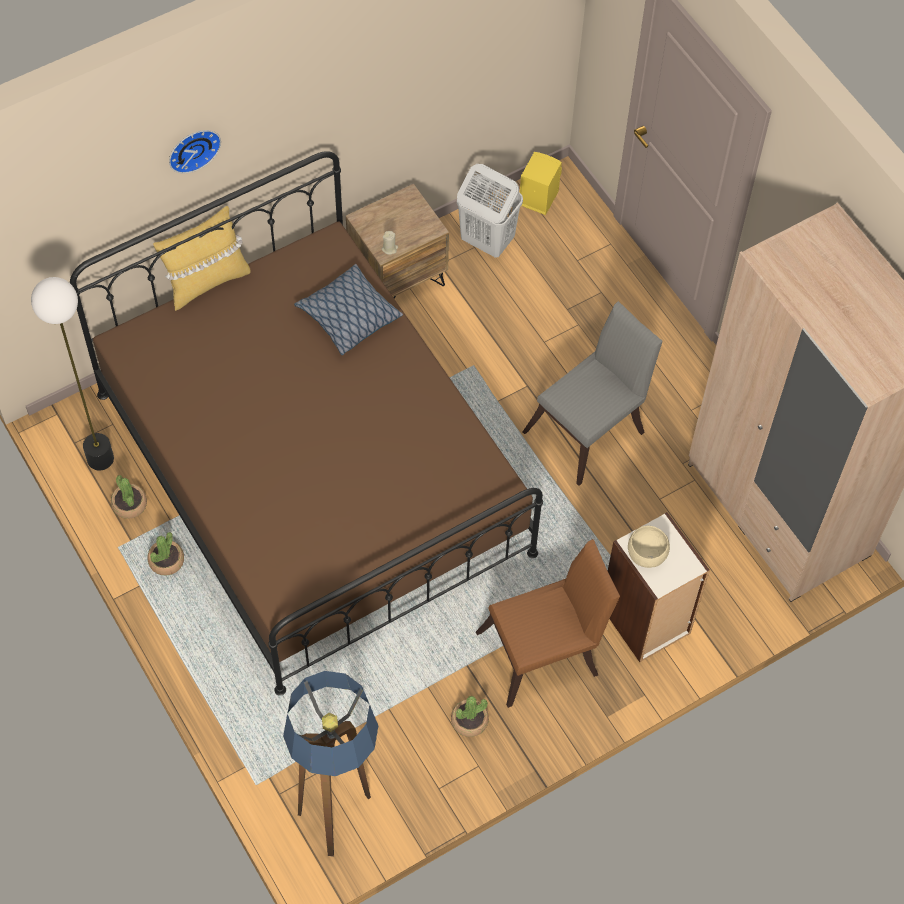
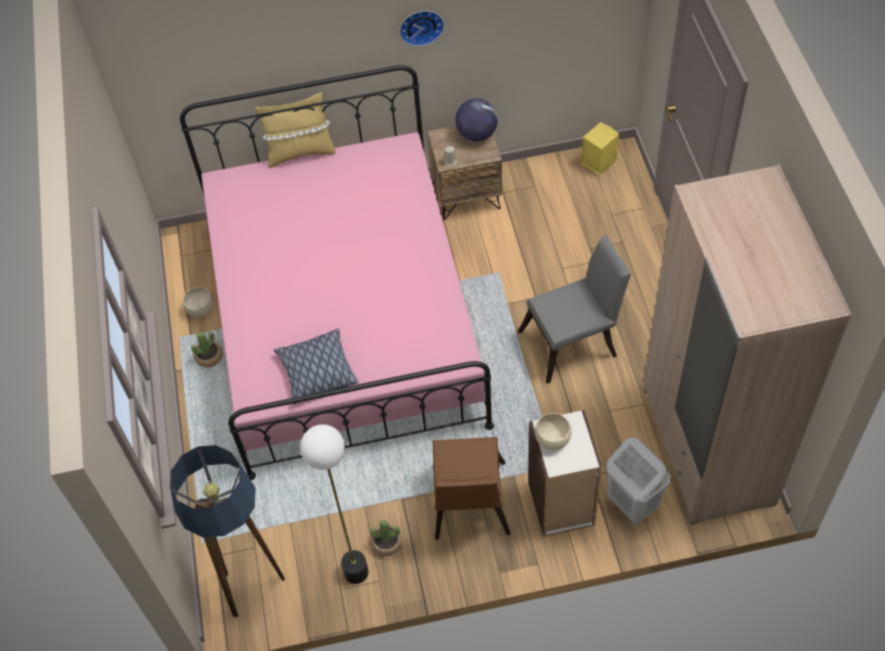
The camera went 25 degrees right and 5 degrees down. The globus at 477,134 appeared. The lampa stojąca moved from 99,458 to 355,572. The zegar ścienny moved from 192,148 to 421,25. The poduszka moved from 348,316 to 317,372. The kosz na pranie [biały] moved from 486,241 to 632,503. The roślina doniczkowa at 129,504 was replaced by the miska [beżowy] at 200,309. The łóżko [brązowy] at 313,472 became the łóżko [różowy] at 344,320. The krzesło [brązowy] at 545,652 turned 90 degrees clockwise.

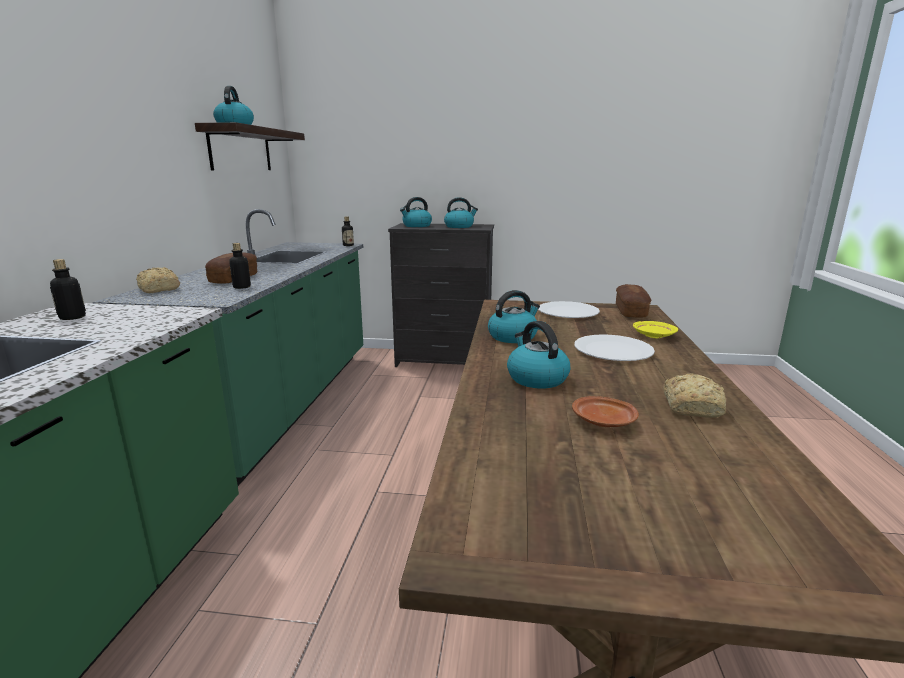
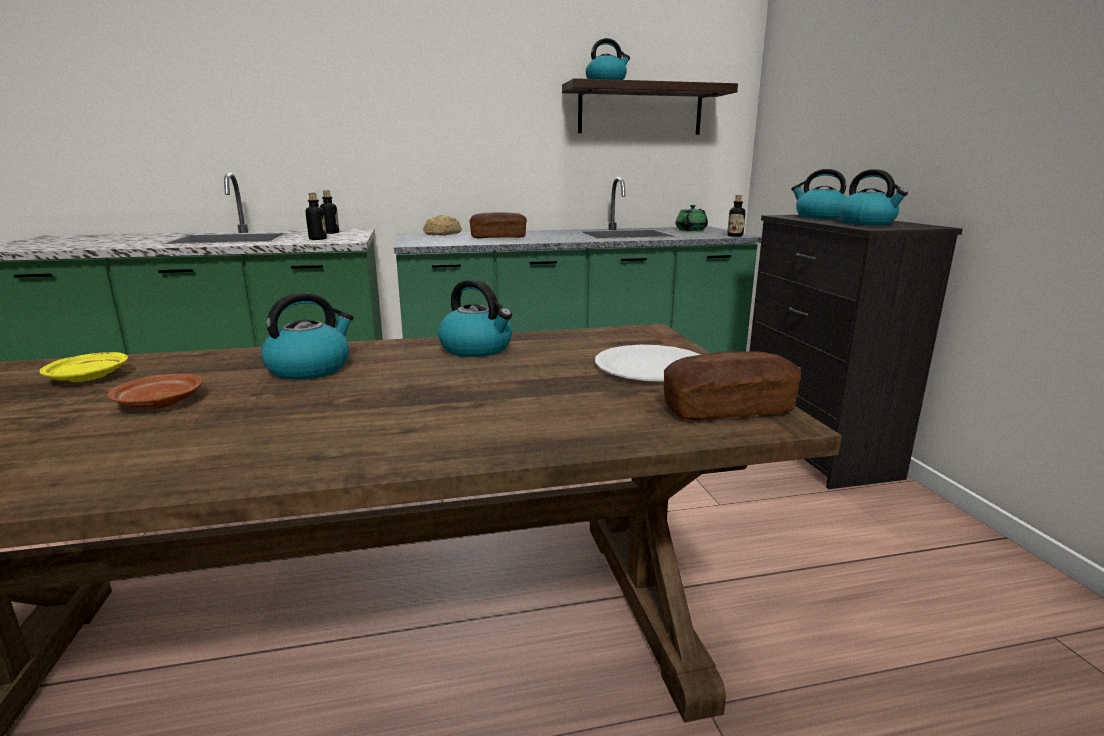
The camera went 70 degrees right and 0 degrees up. The talerz [biały] at 613,350 disappeared. The chleb at 692,407 disappeared. The imbryk [zielony] at 691,230 appeared. The butelka moved from 242,287 to 318,239. The talerz [żółty] moved from 653,335 to 88,377.

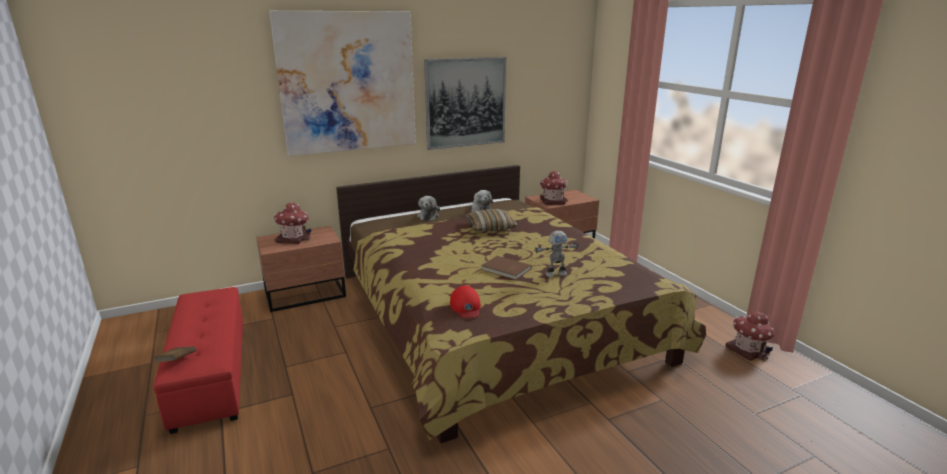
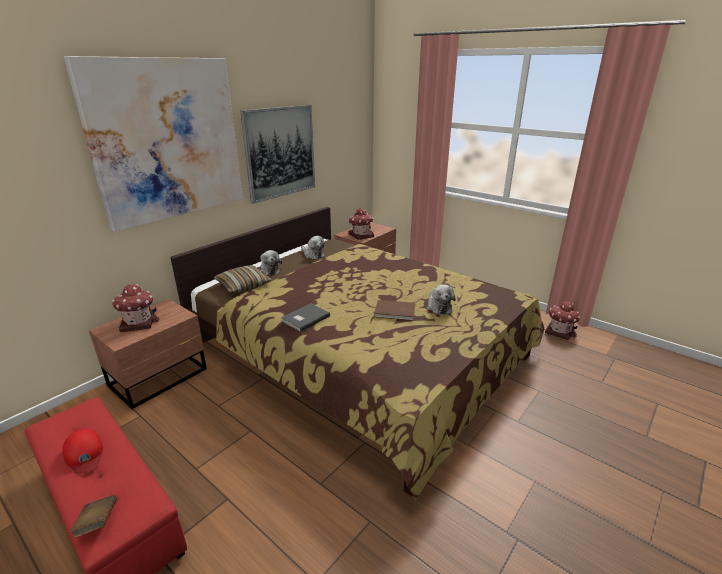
The camera went 25 degrees left and 5 degrees up. The książka [szary] at 304,318 appeared. The czapka z daszkiem [czerwony] moved from 466,306 to 84,454. The poduszka moved from 490,227 to 243,285. The robot zabawkowy at 555,274 was replaced by the pluszak at 438,306.

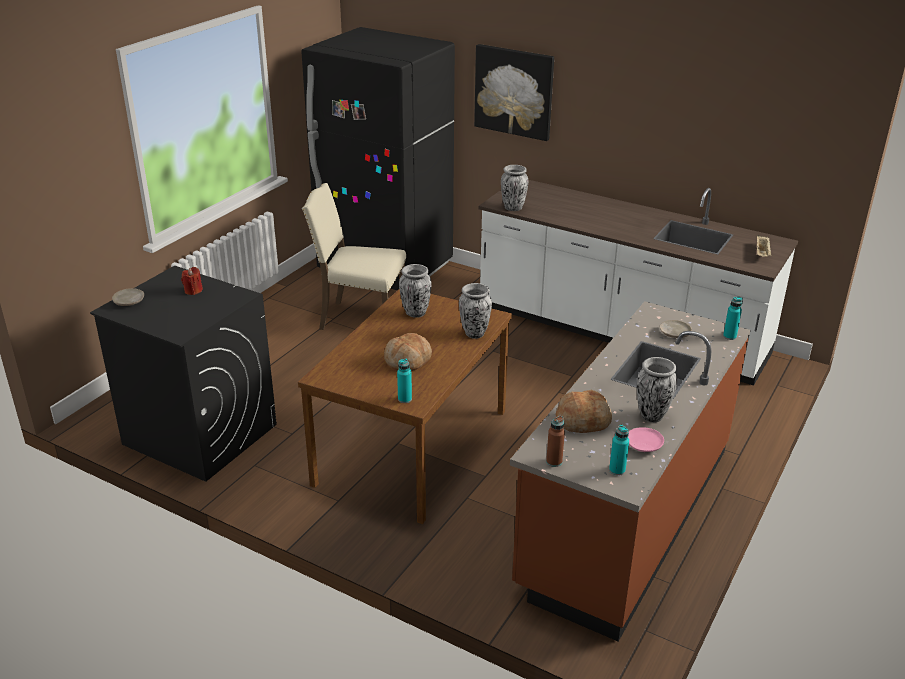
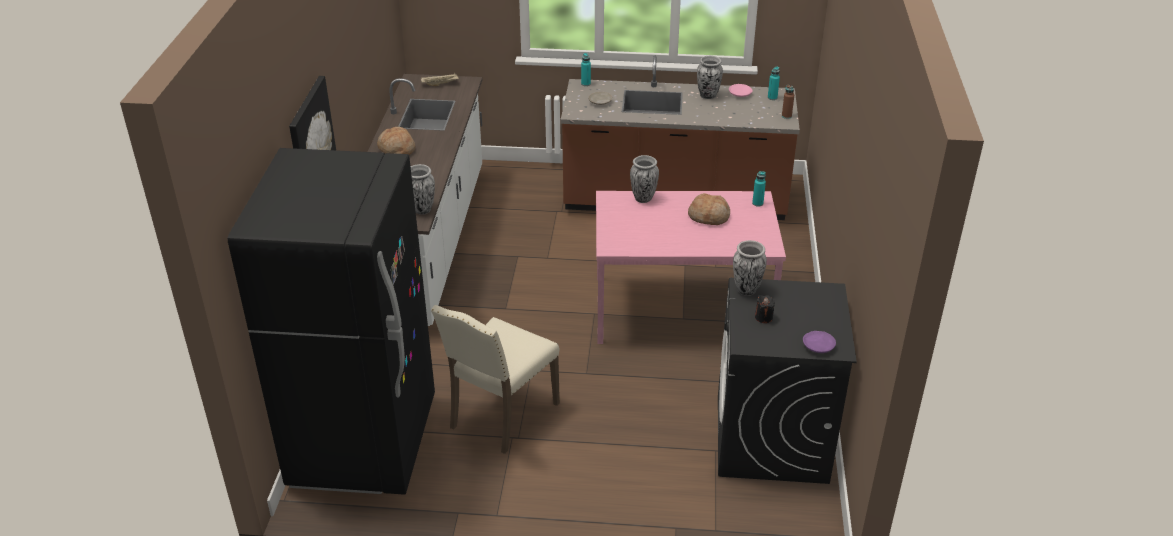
The camera went 115 degrees left and 5 degrees up. The wazon moved from 415,313 to 746,289. The chleb moved from 583,420 to 396,149. The talerz [beżowy] at 129,302 became the talerz [fioletowy] at 818,346. The świeca [czerwony] at 193,291 became the świeca [czarny] at 763,317. The stół jadalny [brązowy] at 412,446 became the stół jadalny [różowy] at 680,310. The krzesło [beżowy] at 360,319 turned 45 degrees clockwise.

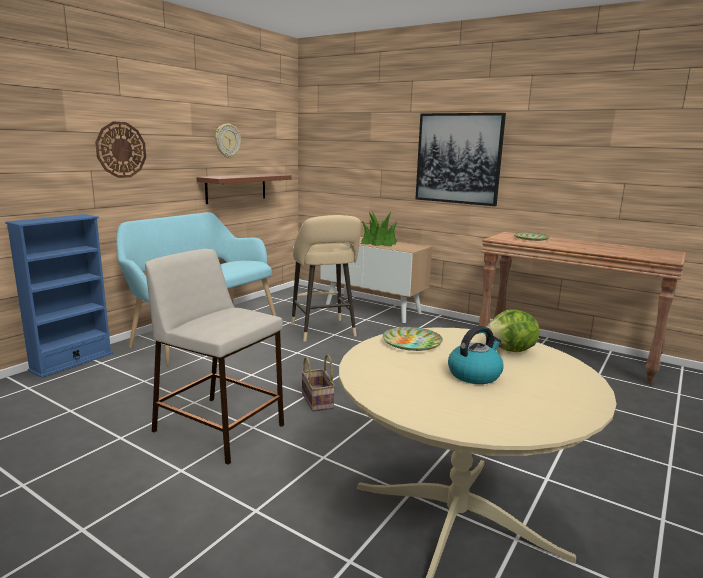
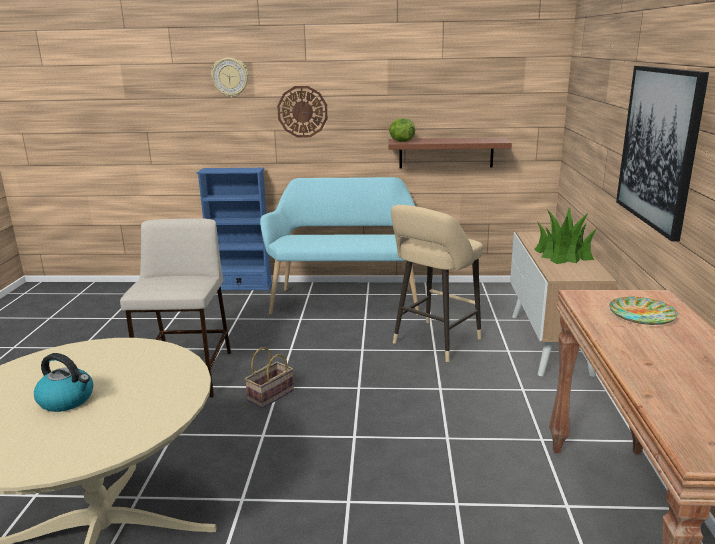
The camera went 60 degrees right and 5 degrees up. The talerz at 412,343 disappeared. The zegar ścienny moved from 227,141 to 230,77. The sałata moved from 511,350 to 401,141.

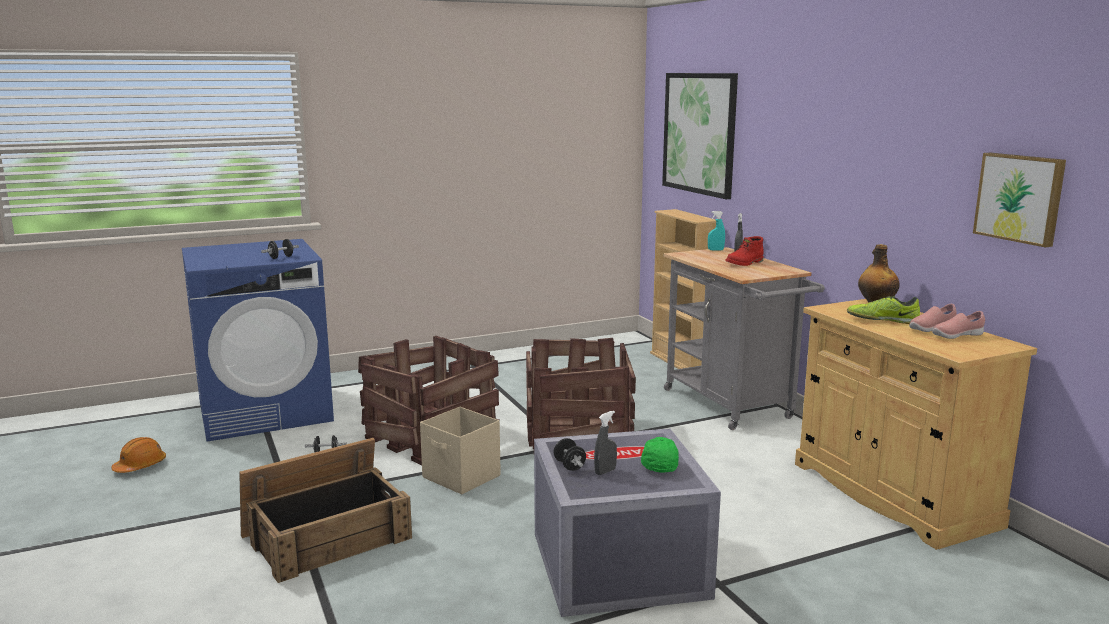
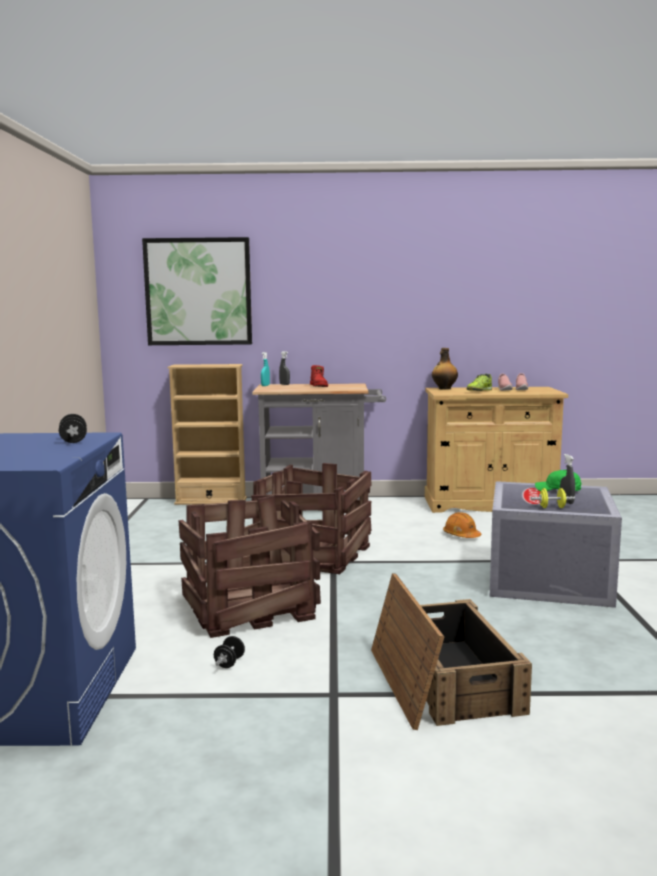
The camera went 65 degrees left and 5 degrees down. The pojemnik do przechowywania [beżowy] at 461,477 disappeared. The obraz at 1020,198 disappeared. The kask [pomarańczowy] moved from 140,466 to 461,535. The hantel [czarny] at 569,466 became the hantel [żółty] at 552,507.

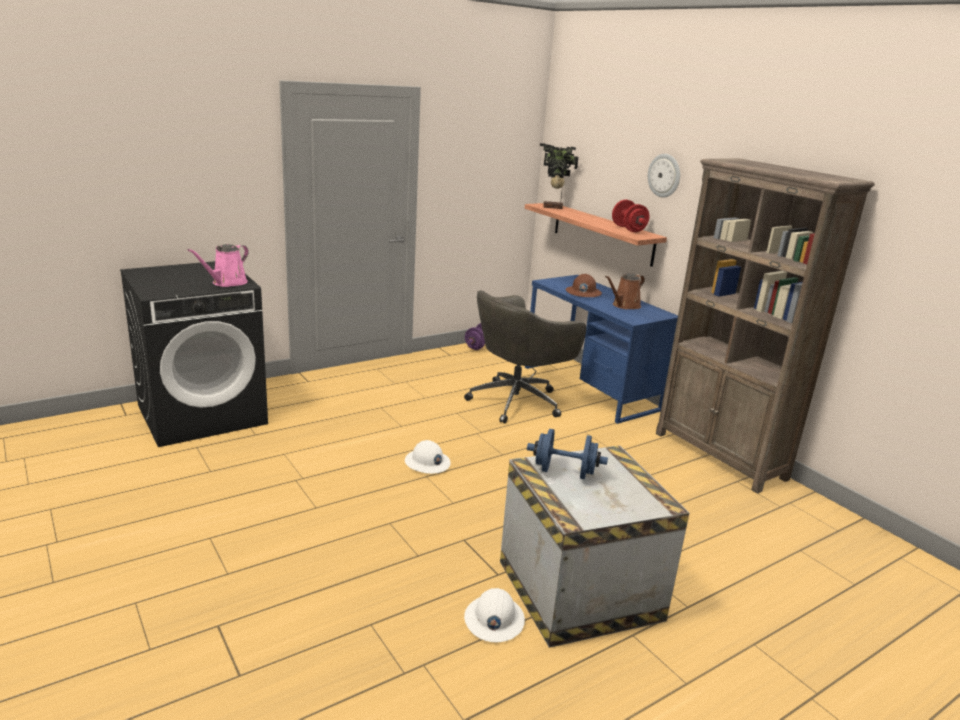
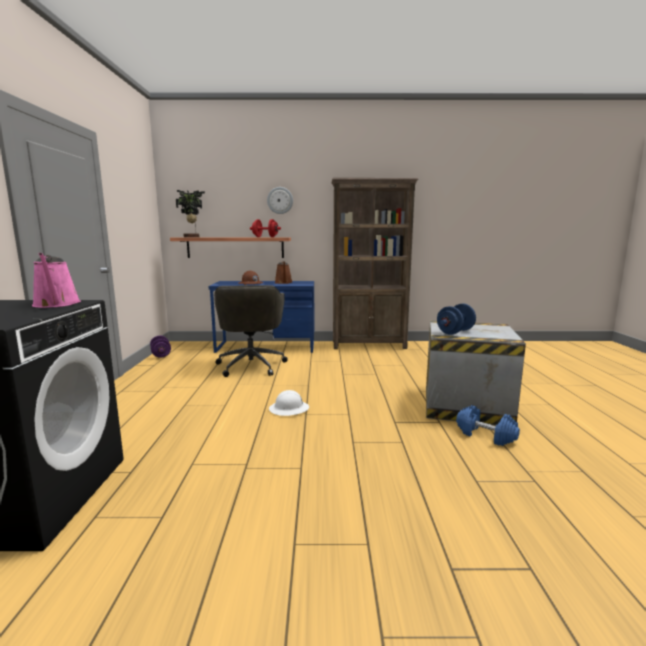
The camera went 55 degrees left and 10 degrees down. The kask [biały] at 493,620 was replaced by the hantel [niebieski] at 485,435.

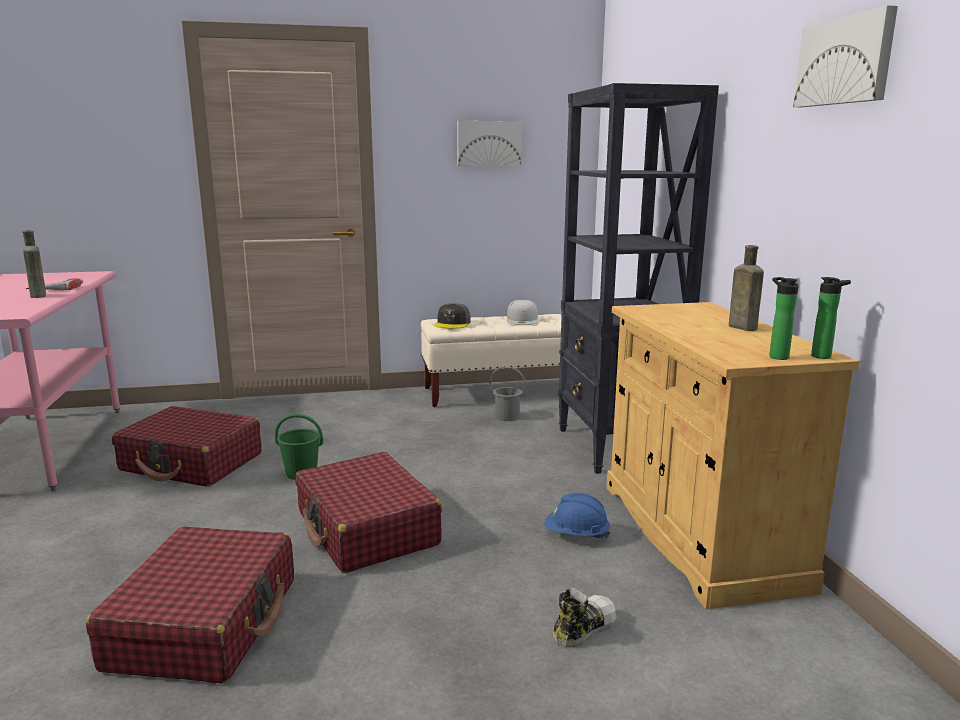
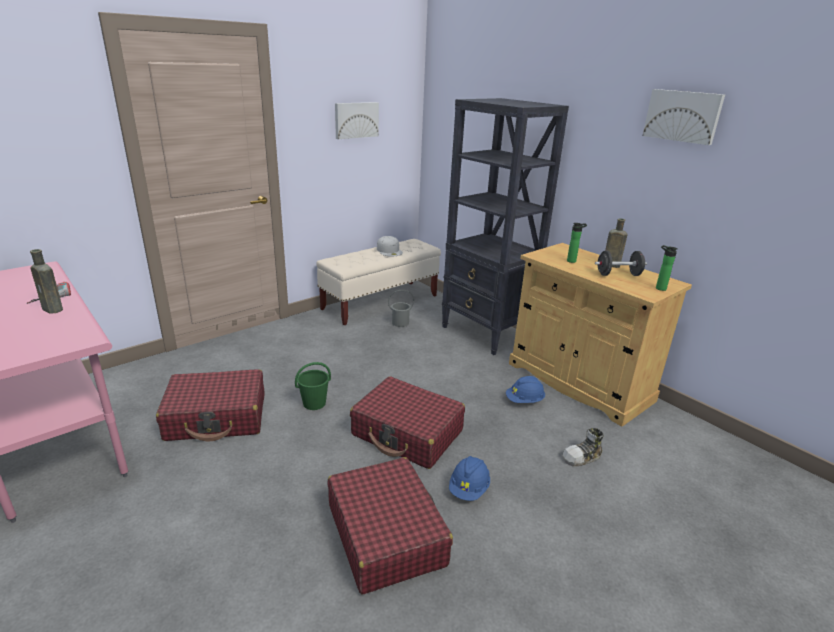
The camera went 30 degrees left and 10 degrees up. The czapka z daszkiem [szary] at 452,323 disappeared. The kask [niebieski] at 469,489 appeared. The hantel [czarny] at 618,275 appeared. The butelka moved from 824,357 to 572,261. The but at 583,628 turned 135 degrees counterclockwise.

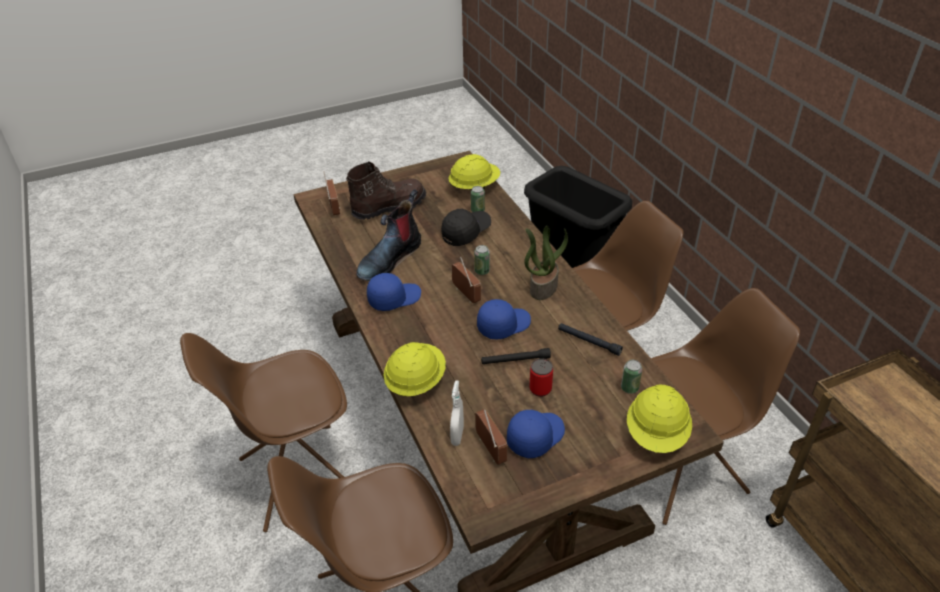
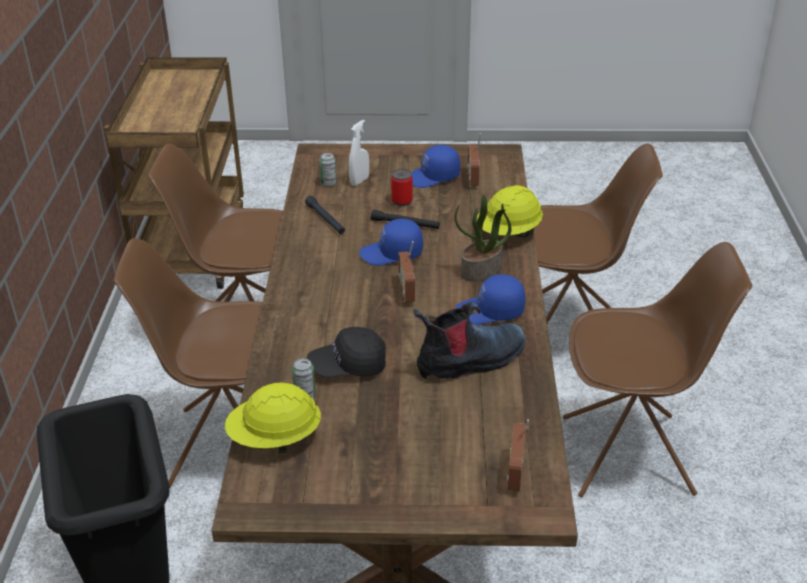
The camera went 155 degrees left and 5 degrees down. The but z cholewką [brązowy] at 388,207 disappeared. The puszka at 482,271 disappeared. The kask [żółty] at 656,434 disappeared. The spryskiwacz [biały] moved from 457,436 to 359,181. The roślina doniczkowa moved from 543,287 to 481,271.

